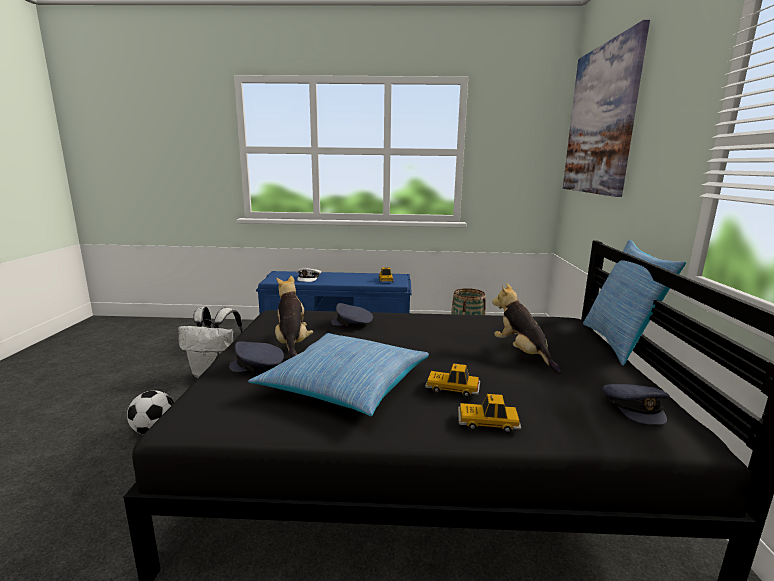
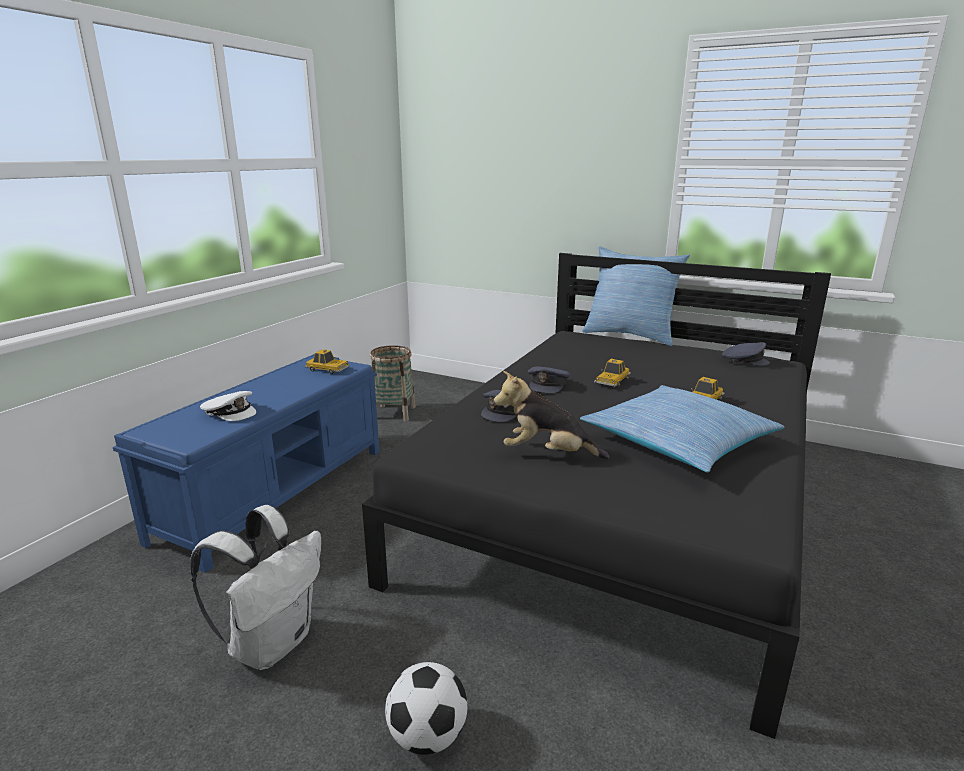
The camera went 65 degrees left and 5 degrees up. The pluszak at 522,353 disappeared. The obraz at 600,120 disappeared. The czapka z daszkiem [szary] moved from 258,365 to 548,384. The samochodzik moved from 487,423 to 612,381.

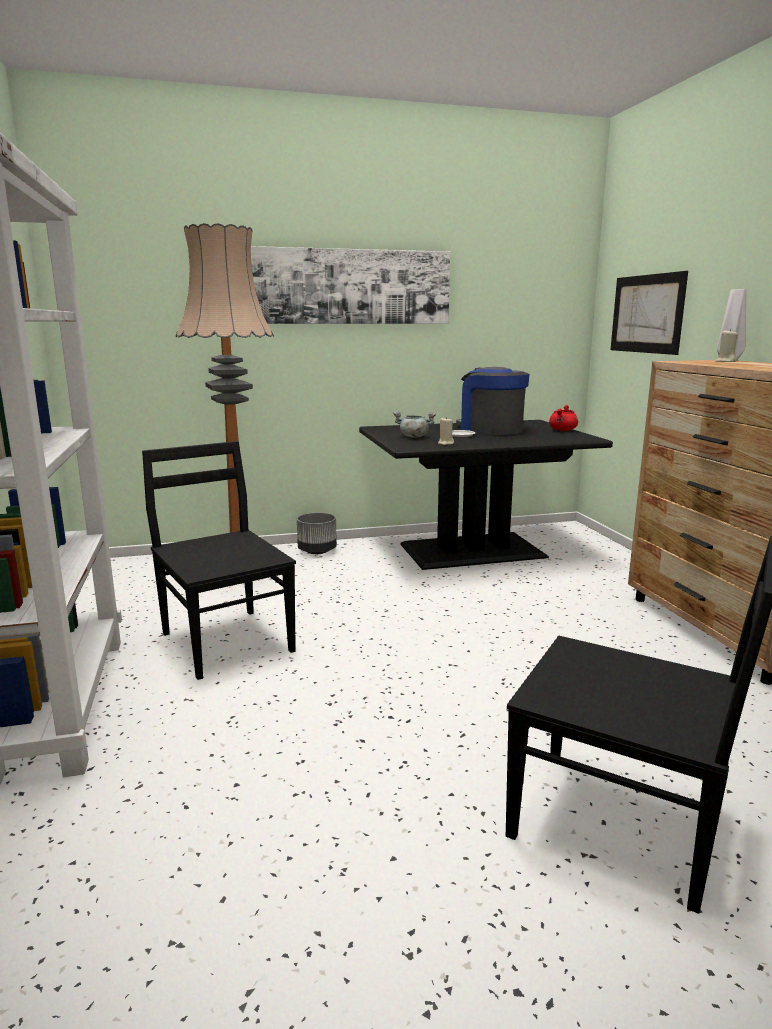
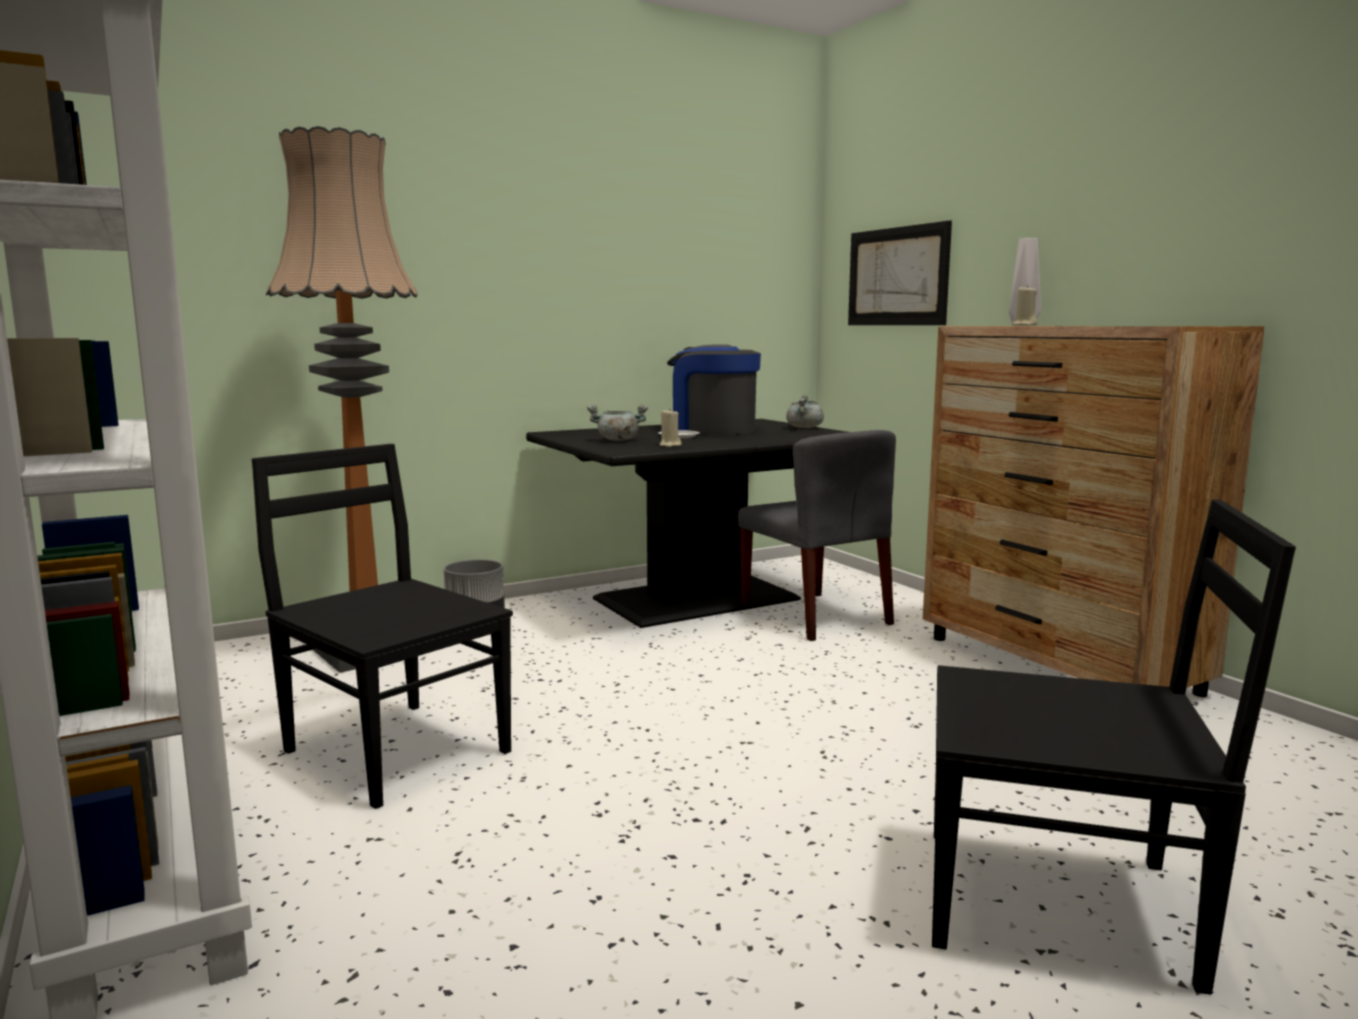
The camera went 15 degrees left and 5 degrees down. The obraz at 347,287 disappeared. The krzesło [szary] at 816,616 appeared. The garnek [czerwony] at 562,430 became the garnek [szary] at 804,428.

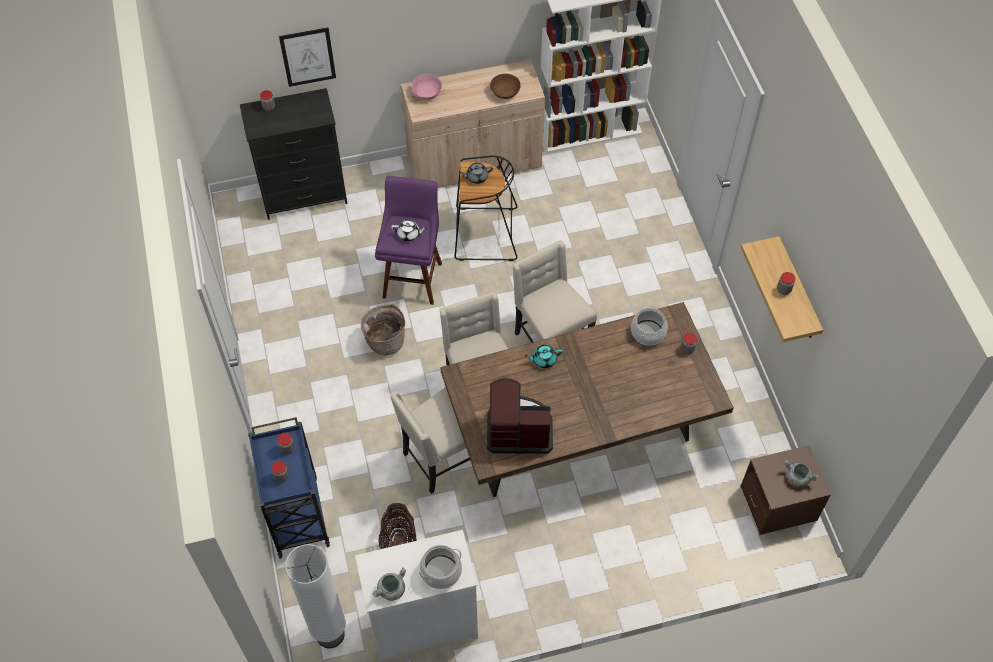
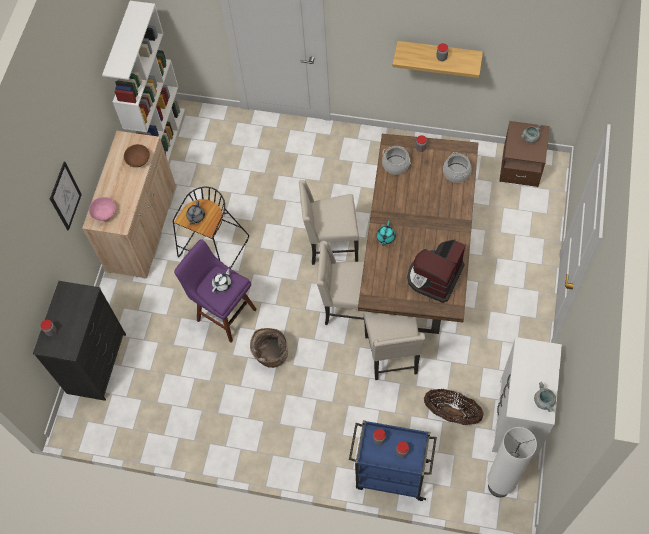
The camera went 60 degrees left and 5 degrees up. The obraz moved from 308,57 to 65,196. The garnek moved from 441,572 to 456,173.

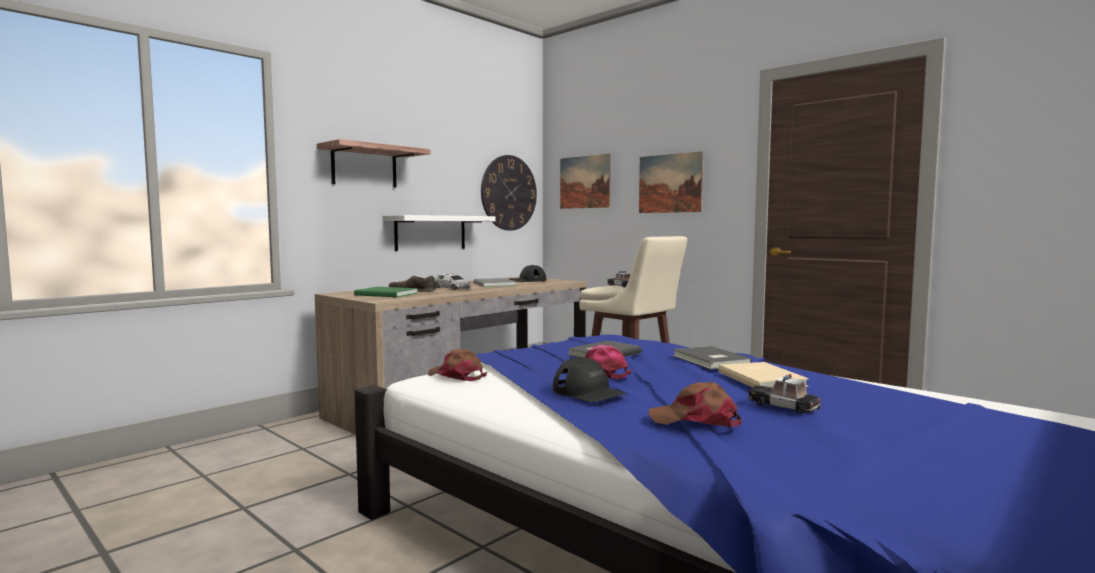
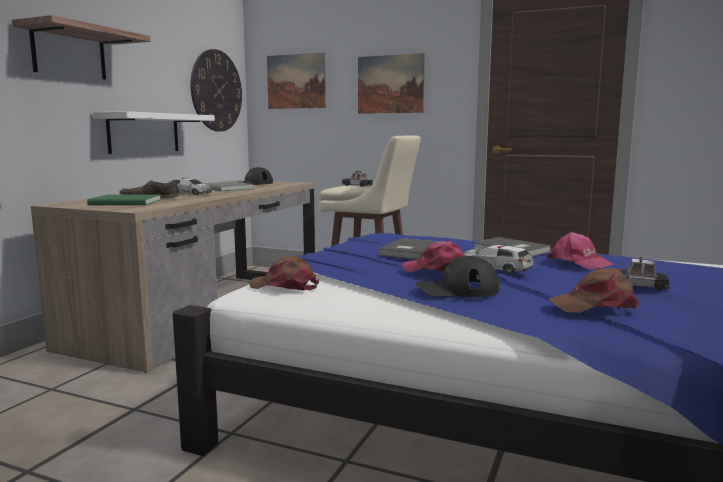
The camera went 20 degrees left and 5 degrees up. The samochodzik at 495,267 appeared. The książka [beżowy] at 762,378 was replaced by the czapka z daszkiem [różowy] at 579,262. The czapka z daszkiem [czarny] at 588,392 turned 150 degrees clockwise.

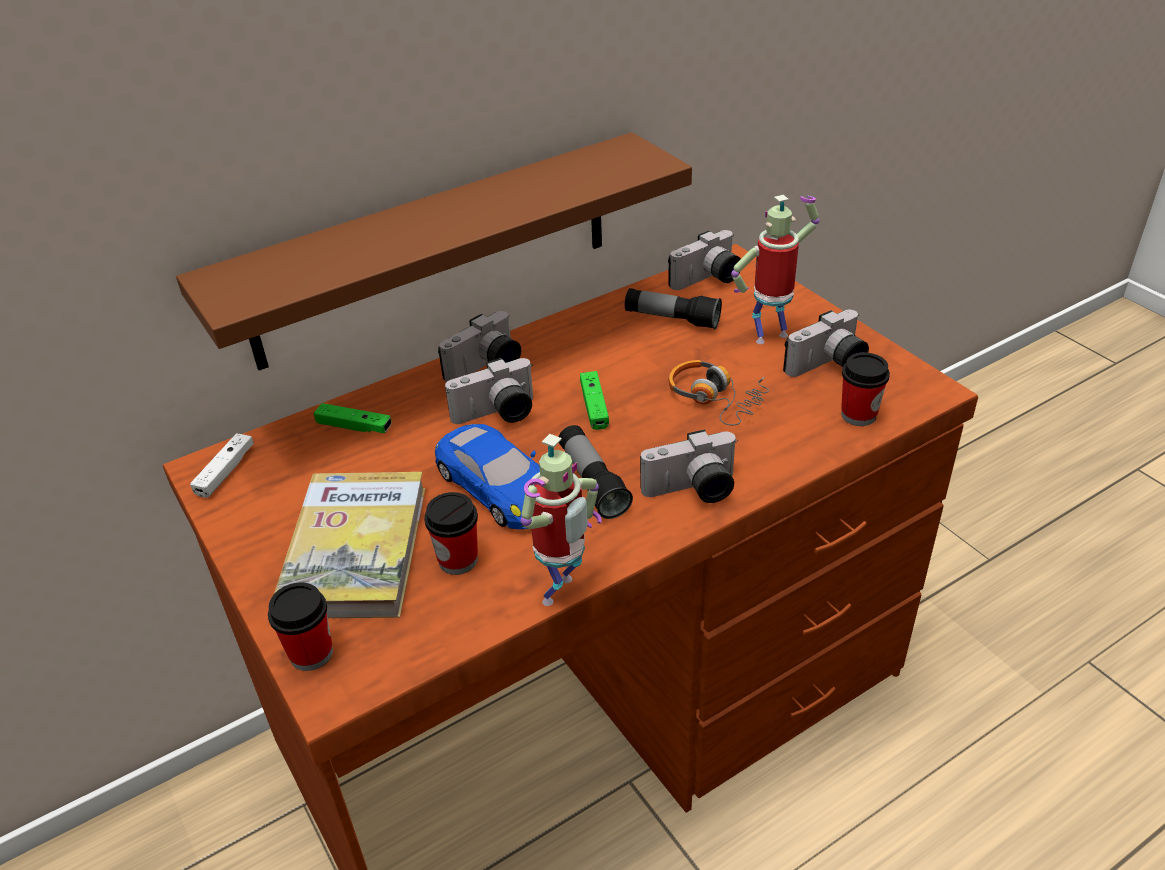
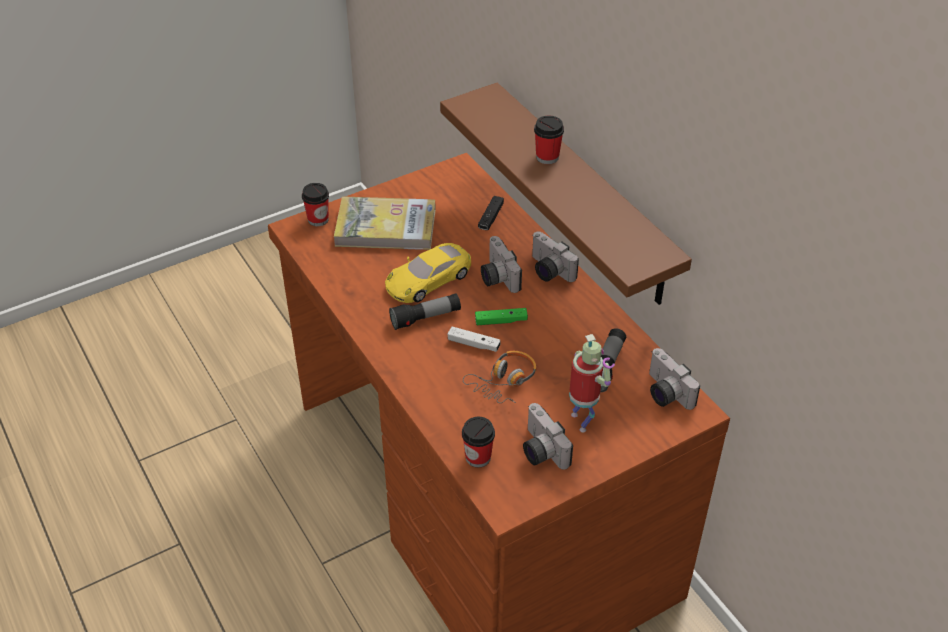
The camera went 90 degrees right and 5 degrees up. The robot zabawkowy at 562,594 disappeared. The aparat fotograficzny at 693,491 disappeared. The pad do gier [biały] moved from 225,472 to 473,344. The filiżanka moved from 458,560 to 547,157. The pad do gier [zielony] at 354,427 became the pad do gier [czarny] at 491,218. The samochodzik [niebieski] at 499,486 became the samochodzik [żółty] at 428,279.

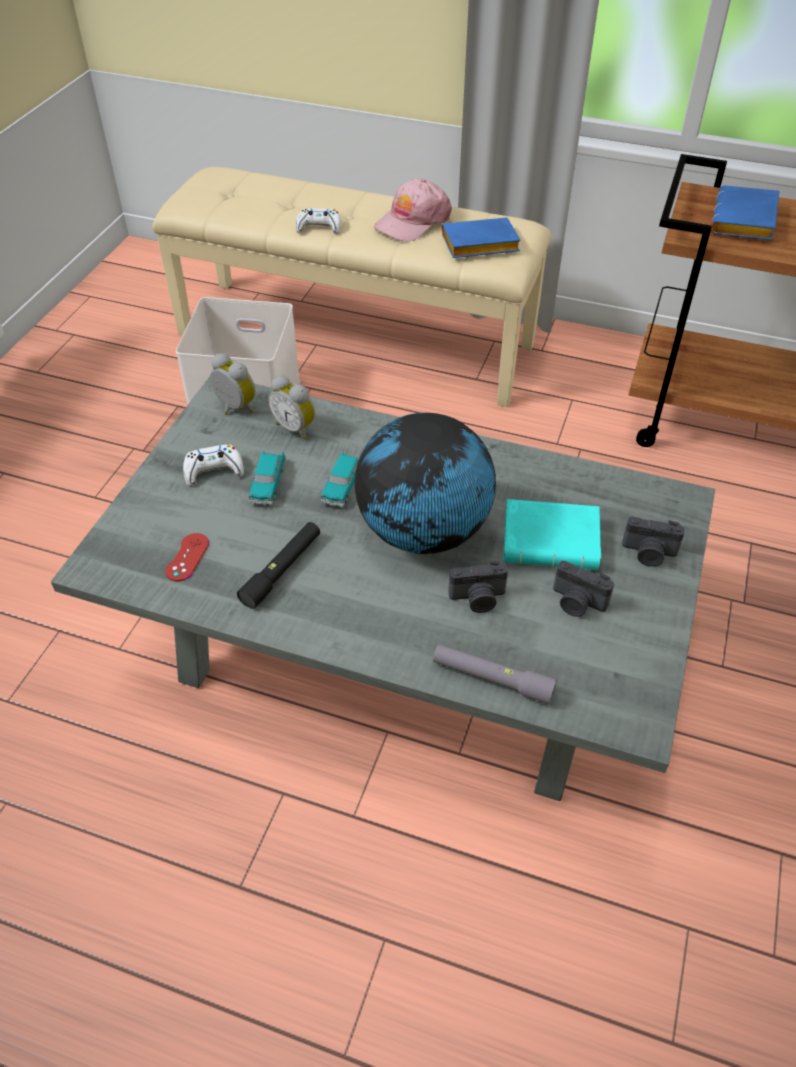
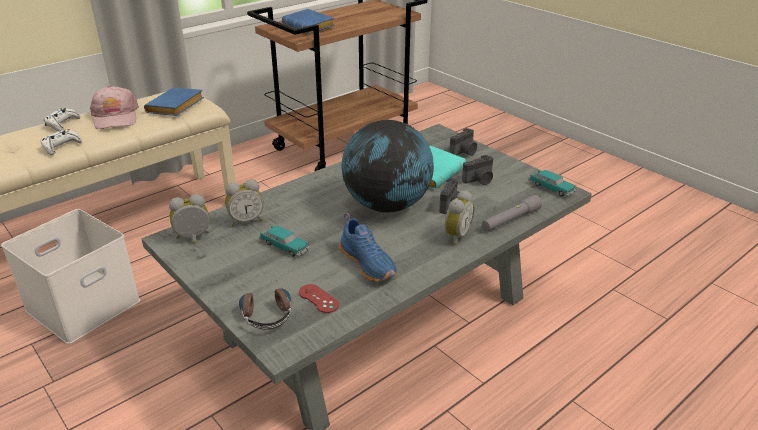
The camera went 60 degrees left and 15 degrees down. The słuchawki at 266,311 appeared. The budzik at 455,236 appeared. The pad do gier [biały] moved from 213,471 to 62,124. The samochodzik moved from 342,484 to 551,188. The latarka [czarny] at 282,570 was replaced by the but [niebieski] at 369,263.

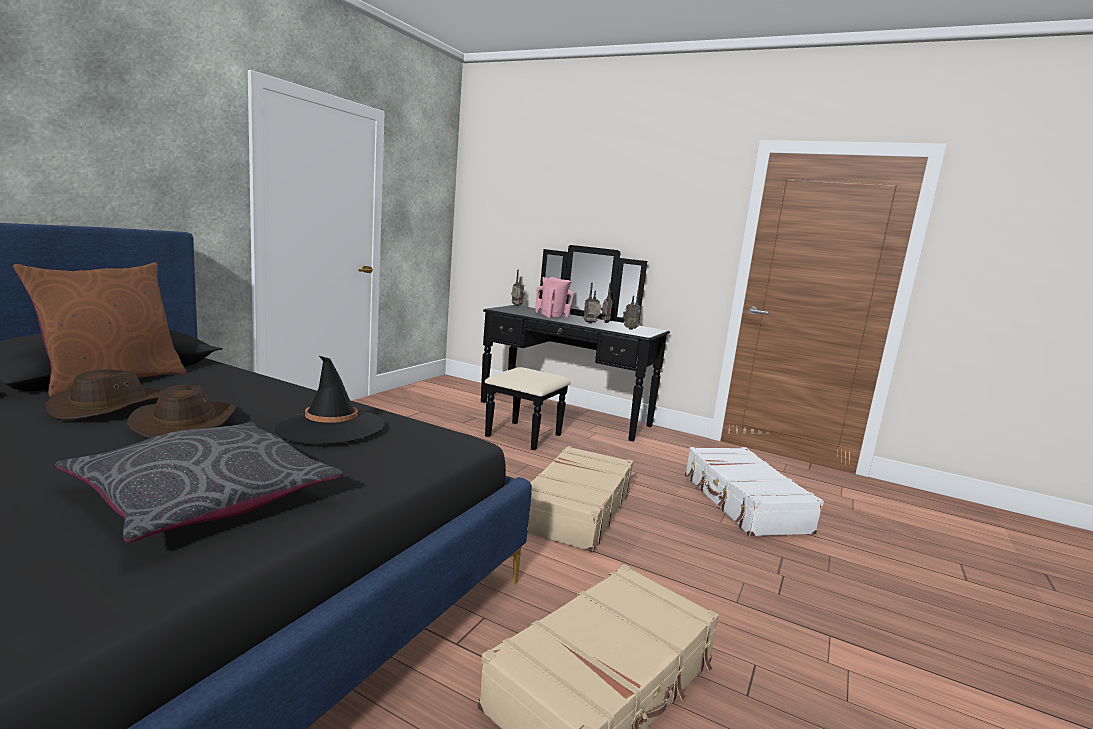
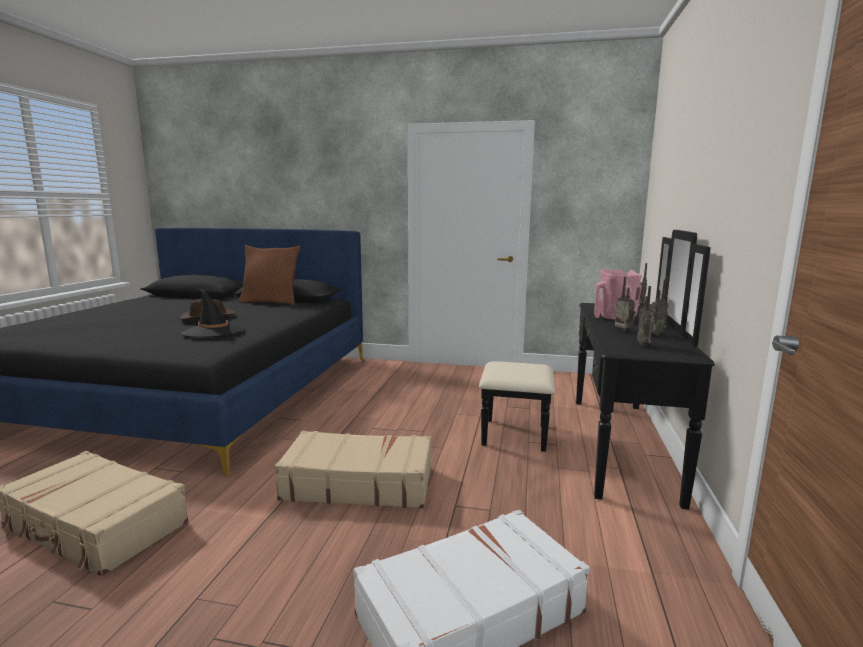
The camera went 75 degrees right and 0 degrees up. The kapelusz [brązowy] at 109,406 disappeared. The poduszka [szary] at 205,497 disappeared.

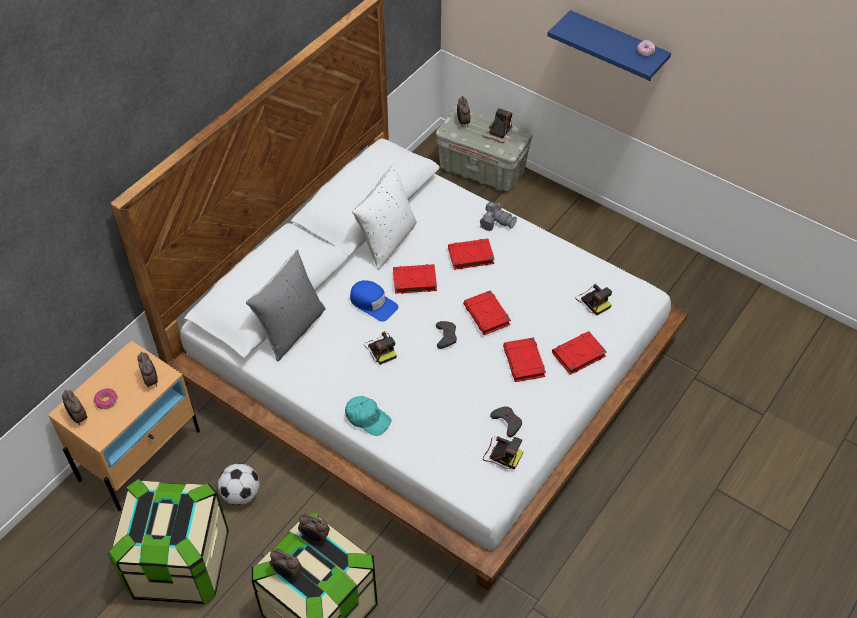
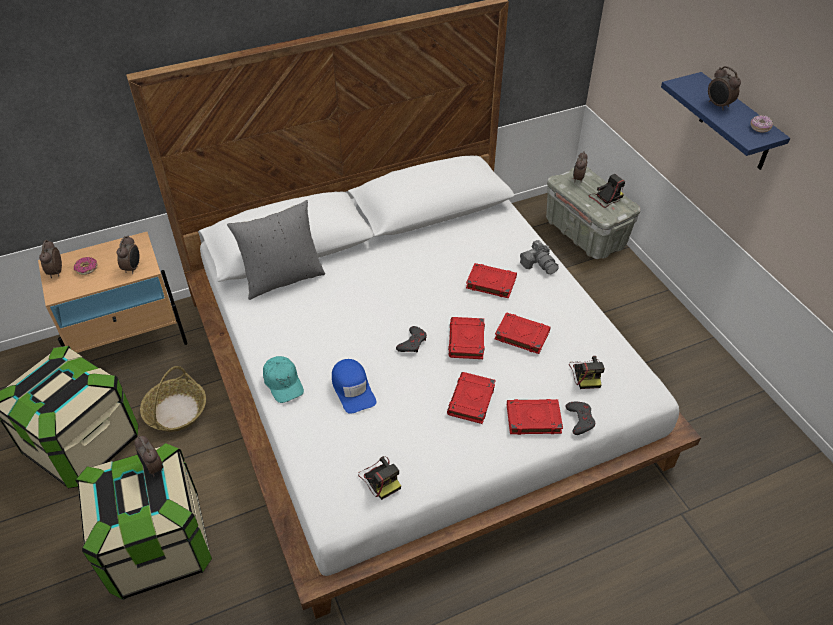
The camera went 30 degrees right and 5 degrees down. The poduszka [biały] at 387,241 disappeared. The aparat fotograficzny at 381,349 disappeared. The budzik moved from 287,573 to 718,105. The czapka z daszkiem [niebieski] moved from 373,303 to 353,389. The książka [czerwony] moved from 414,281 to 521,335. The pad do gier [szary] moved from 507,422 to 580,419. The piłka futbolowa at 241,494 was replaced by the koszyk at 176,411.

